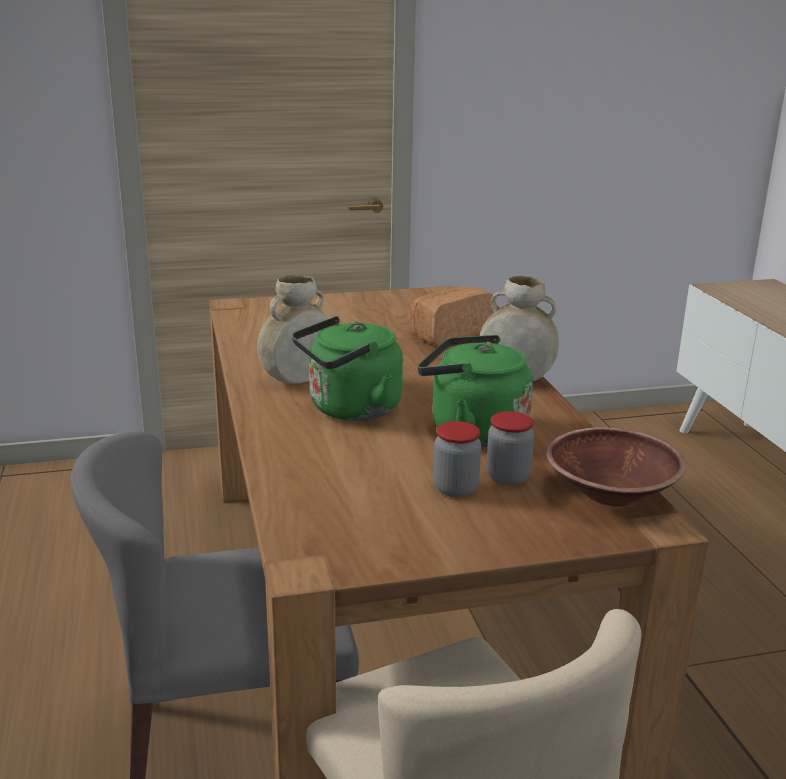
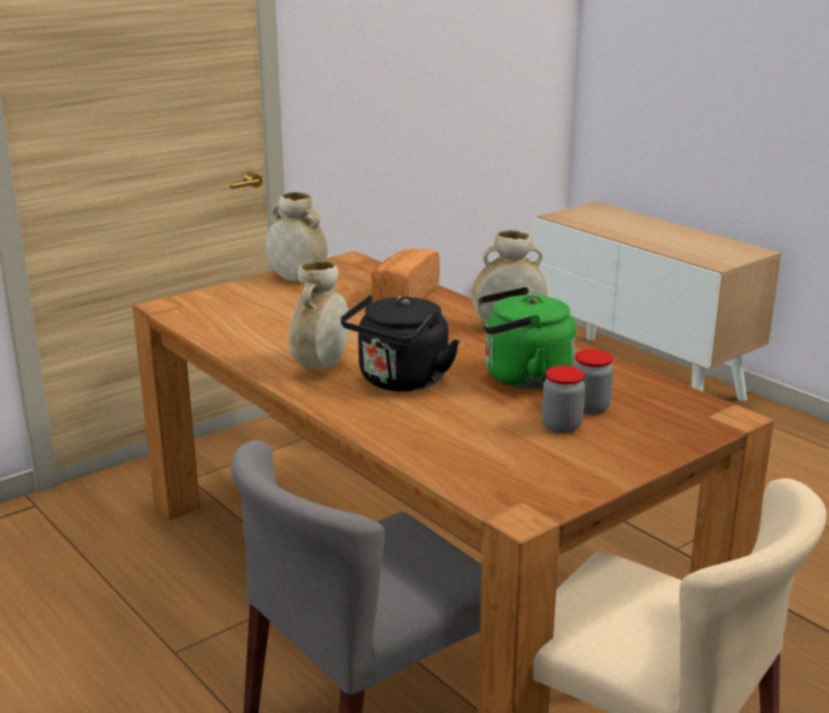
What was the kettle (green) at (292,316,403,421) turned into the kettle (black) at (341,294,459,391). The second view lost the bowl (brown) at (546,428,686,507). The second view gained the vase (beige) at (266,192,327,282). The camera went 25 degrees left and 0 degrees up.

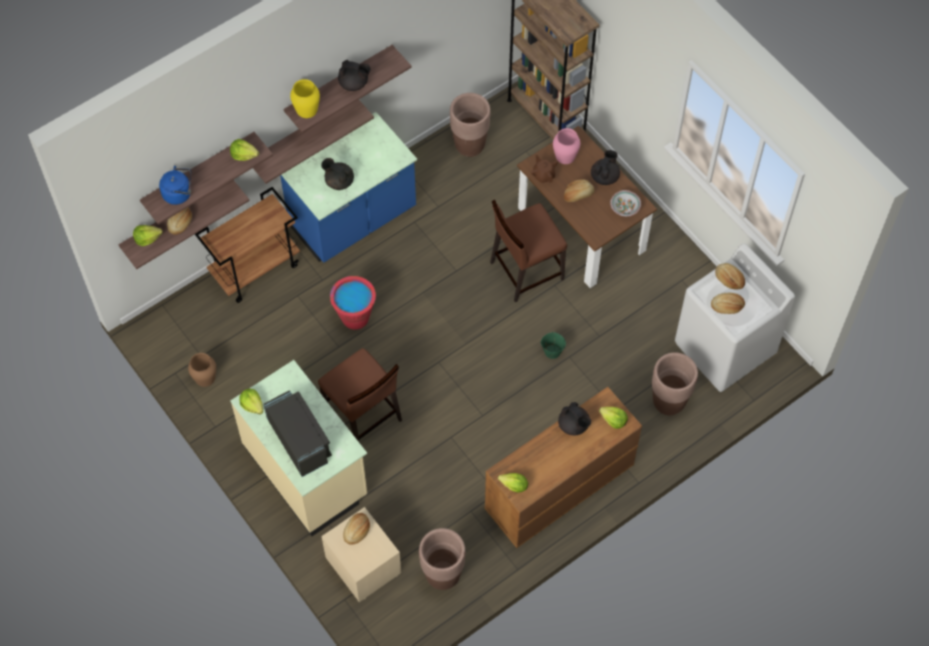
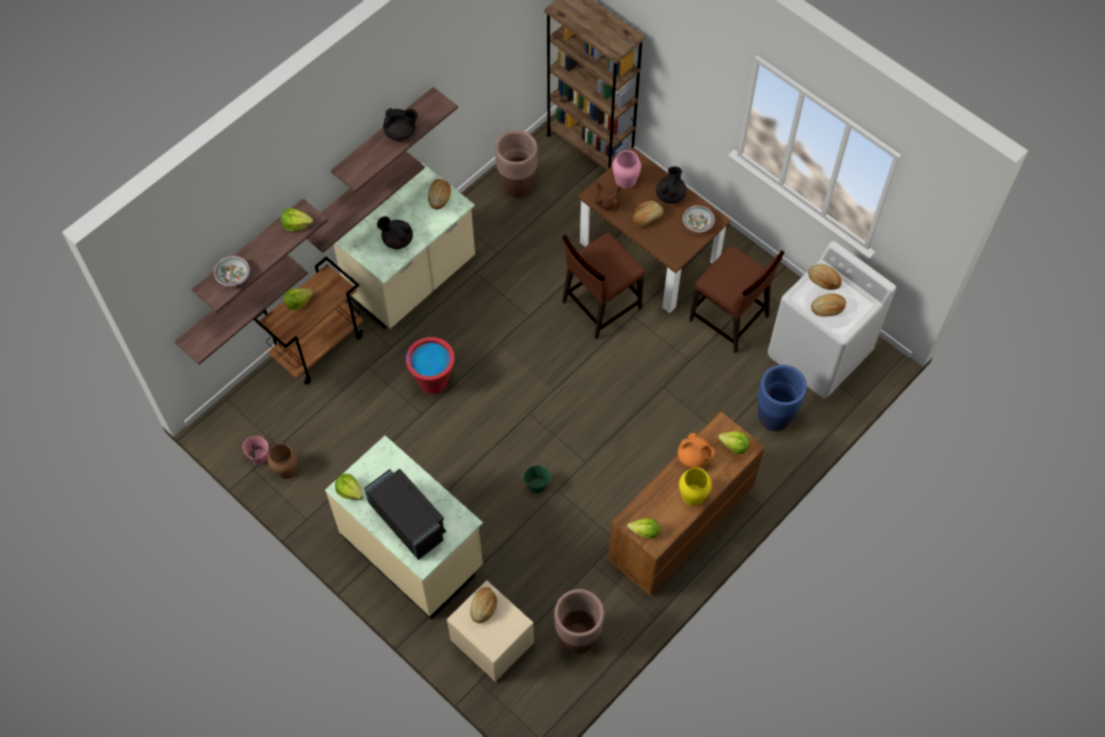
The vase (yellow) ended up elsewhere, having gone from (290,79,320,118) to (679,467,712,506). What was the counter (blue) at (280,112,417,263) turned into the counter (beige) at (333,163,475,329). Where the kettle (blue) stood at (159,166,191,205), the bowl came to stand at (214,256,250,286). The bread ended up elsewhere, having gone from (167,207,192,235) to (428,179,451,210). The lettuce ended up elsewhere, having gone from (133,225,163,246) to (284,288,313,310). The bucket (green) ended up elsewhere, having gone from (541,332,566,359) to (523,465,551,493). The chair (brown) ended up elsewhere, having gone from (318,348,402,443) to (689,246,785,353). What was the planter (brown) at (652,352,698,415) turned into the planter (blue) at (758,365,807,431). What was the teapot (black) at (558,402,591,435) turned into the teapot (orange) at (678,433,715,468). The second view gained the bucket (pink) at (243,436,269,464). The camera went 10 degrees left and 0 degrees up.

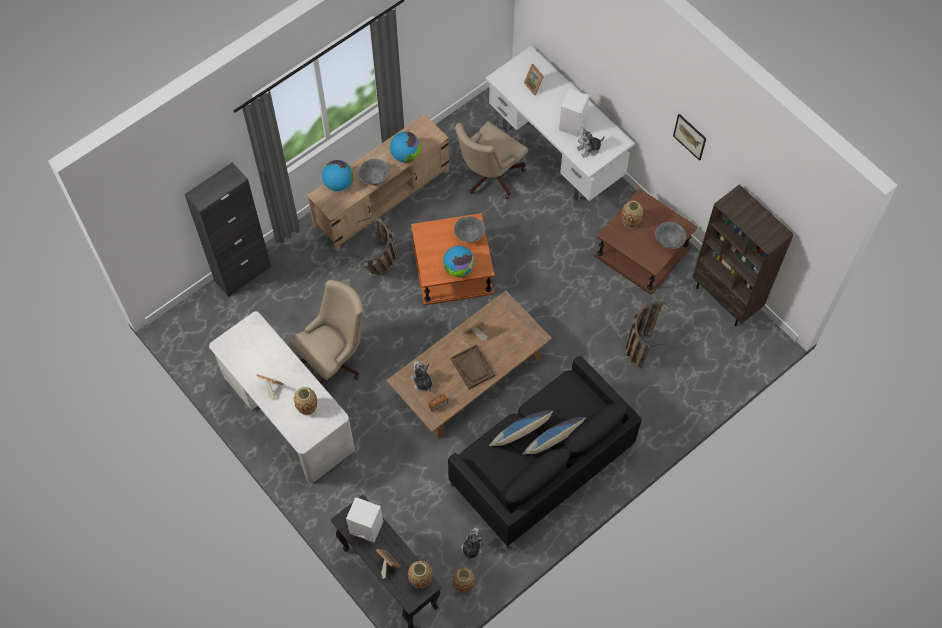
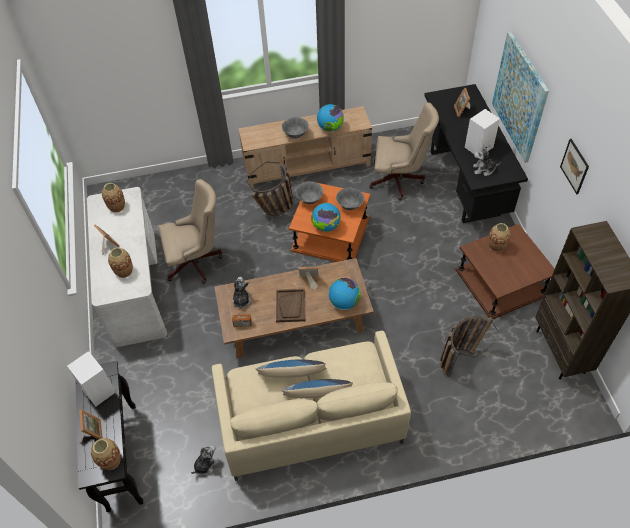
What was the desk (white) at (486,46,635,201) turned into the desk (black) at (424,84,528,223). The office chair (beige) at (455,121,528,199) ended up facing another way, 150 degrees counterclockwise from before. The globe ended up elsewhere, having gone from (322,160,353,192) to (329,278,361,310). The second view lost the cabinet (black) at (184,162,271,297). The bowl (grey) ended up elsewhere, having gone from (655,222,686,249) to (296,181,323,204). What was the sofa (black) at (448,356,642,549) turned into the sofa (beige) at (212,331,411,481). The vase ended up elsewhere, having gone from (452,567,475,593) to (102,183,125,213). The second view gained the picture at (492,31,549,163). The camera went 30 degrees right and 10 degrees down.

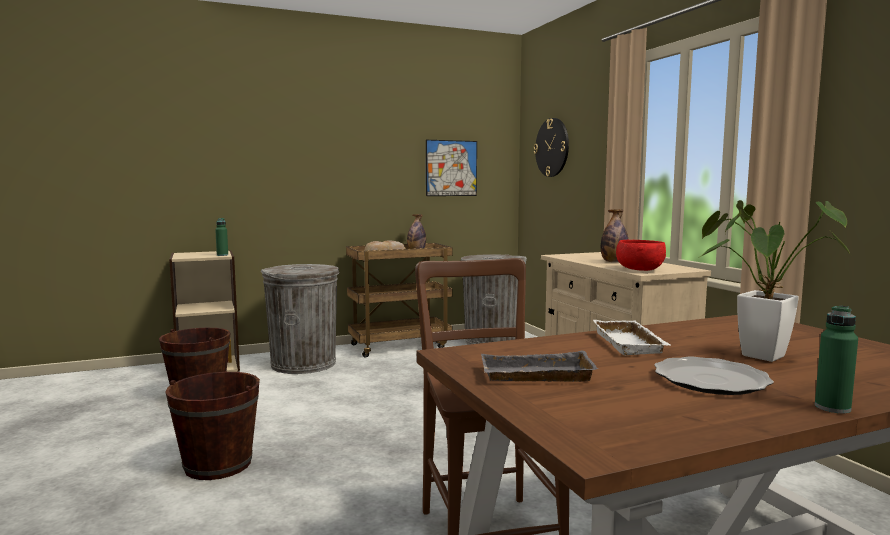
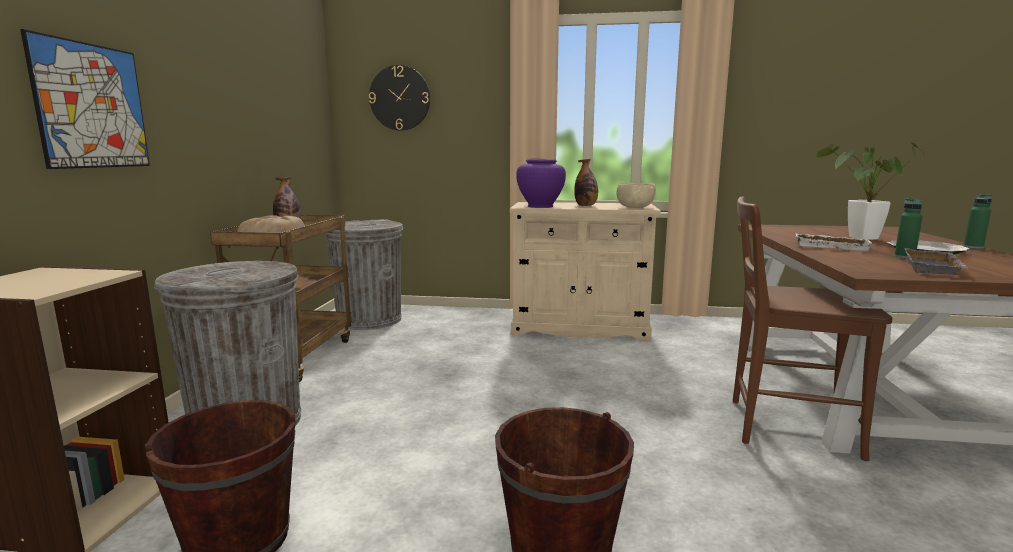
The picture ended up elsewhere, having gone from (426,140,477,196) to (20,29,150,169). The bottle (green) ended up elsewhere, having gone from (215,218,228,256) to (894,198,923,259). What was the bowl (red) at (616,240,666,271) turned into the bowl (beige) at (617,183,656,208). The second view gained the vase (purple) at (516,159,566,208). The camera went 60 degrees left and 5 degrees up.

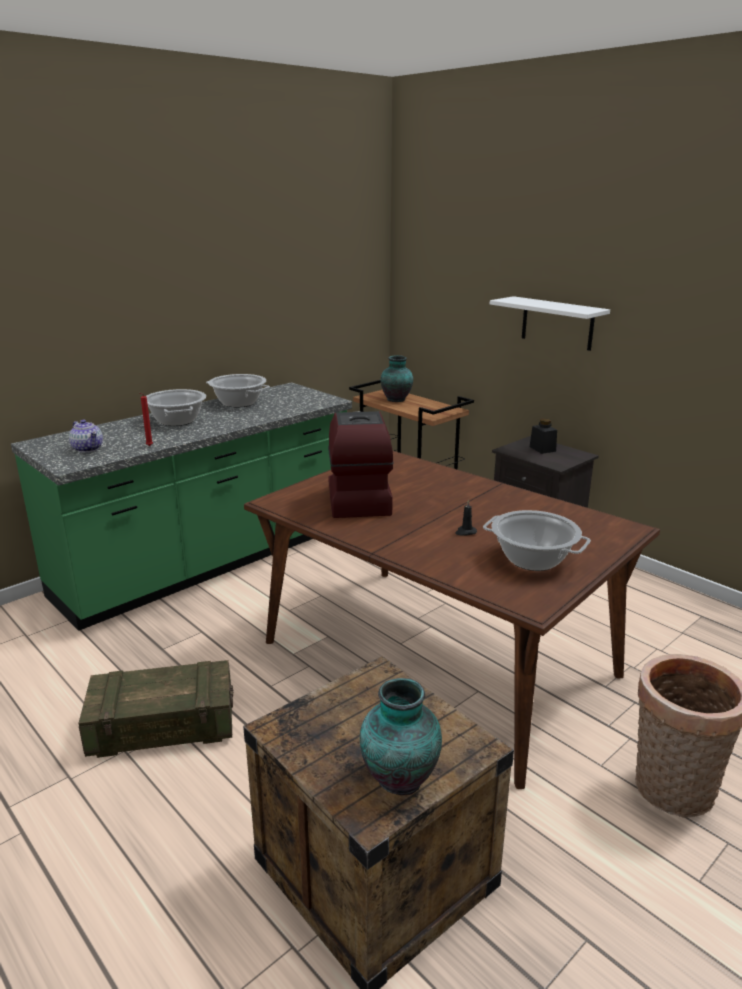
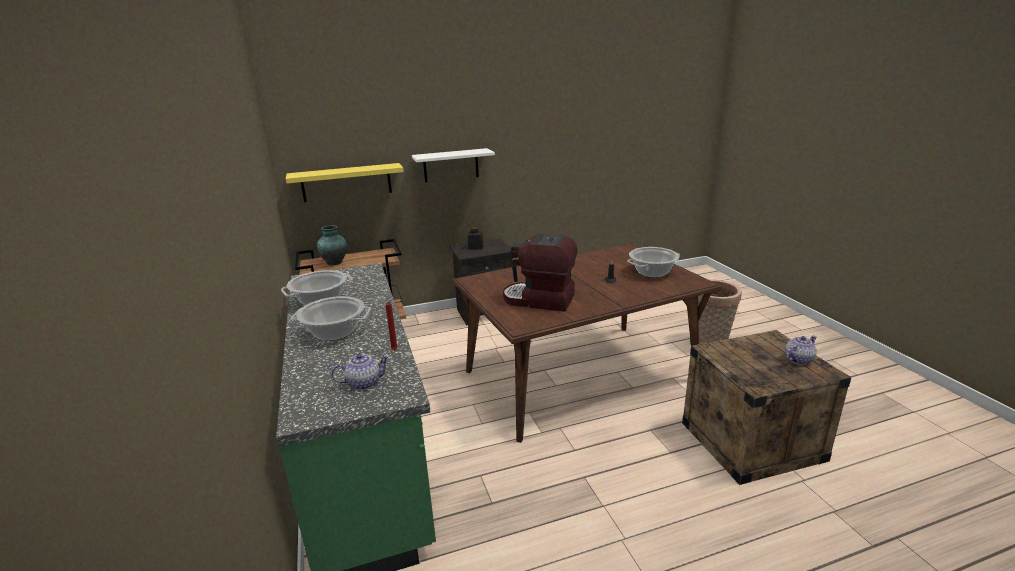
The second view lost the crate at (78,660,233,758). Where the vase stood at (360,678,442,795), the teapot came to stand at (785,336,817,365). The second view gained the shelf (yellow) at (286,163,403,202). The camera went 65 degrees left and 0 degrees up.

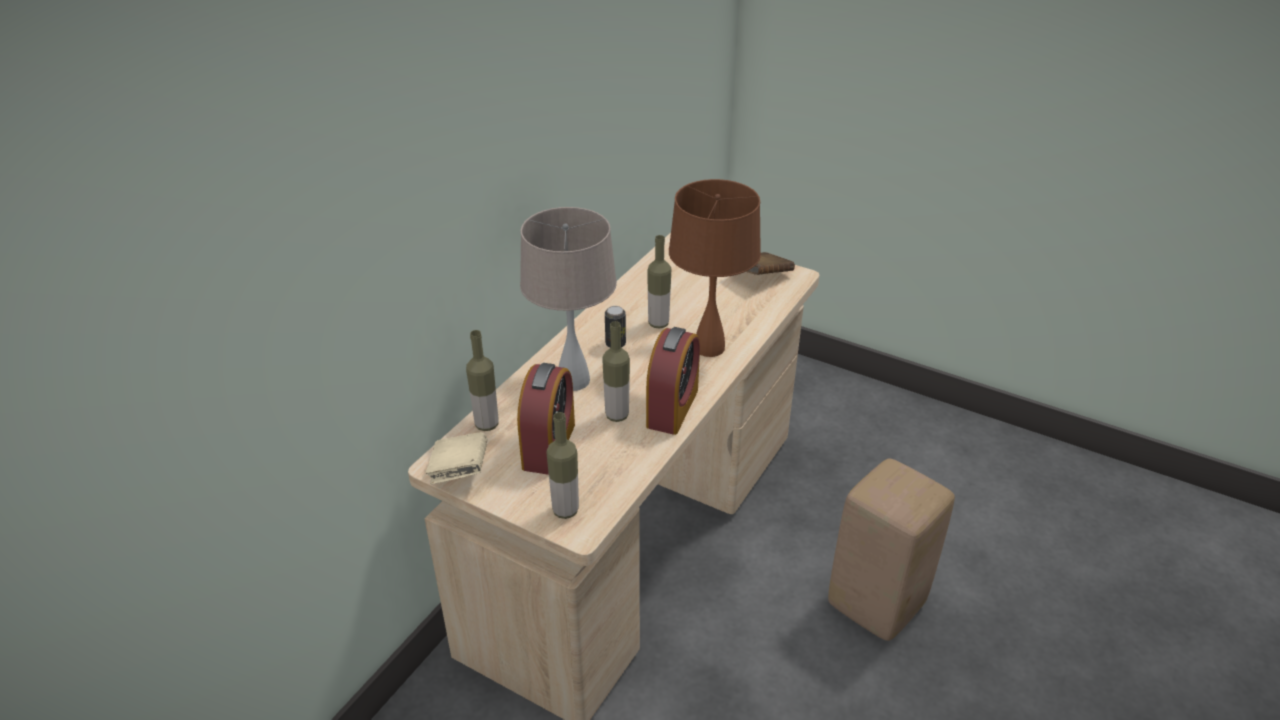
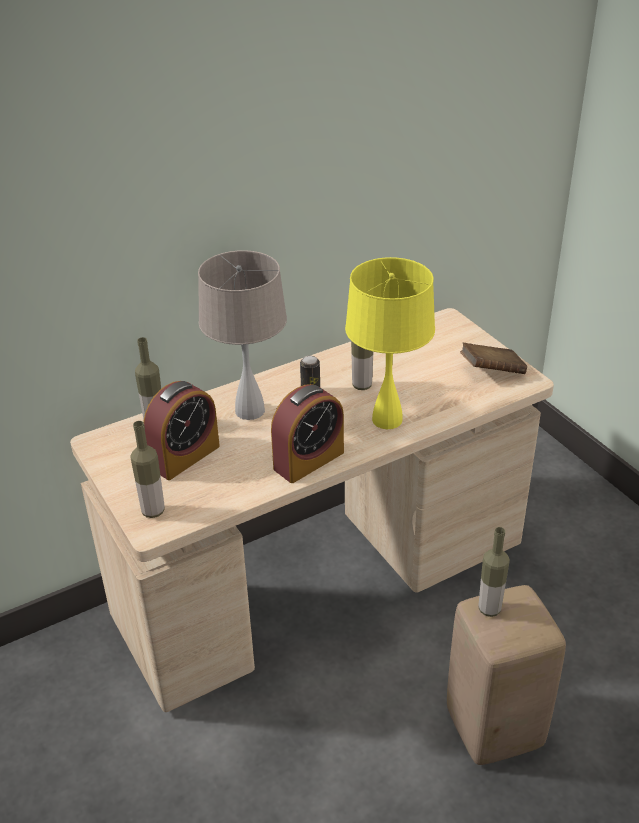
What was the table lamp (brown) at (669,179,761,357) turned into the table lamp (yellow) at (345,257,435,429). The bottle ended up elsewhere, having gone from (602,321,630,422) to (478,527,510,617). The second view lost the book (beige) at (426,432,488,484). The camera went 30 degrees right and 0 degrees up.

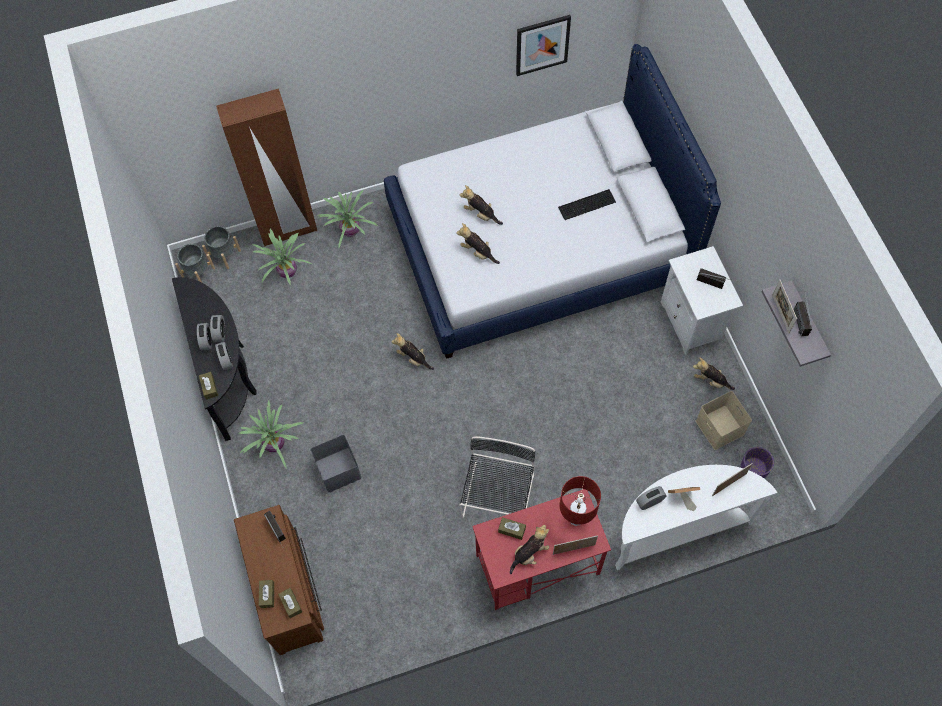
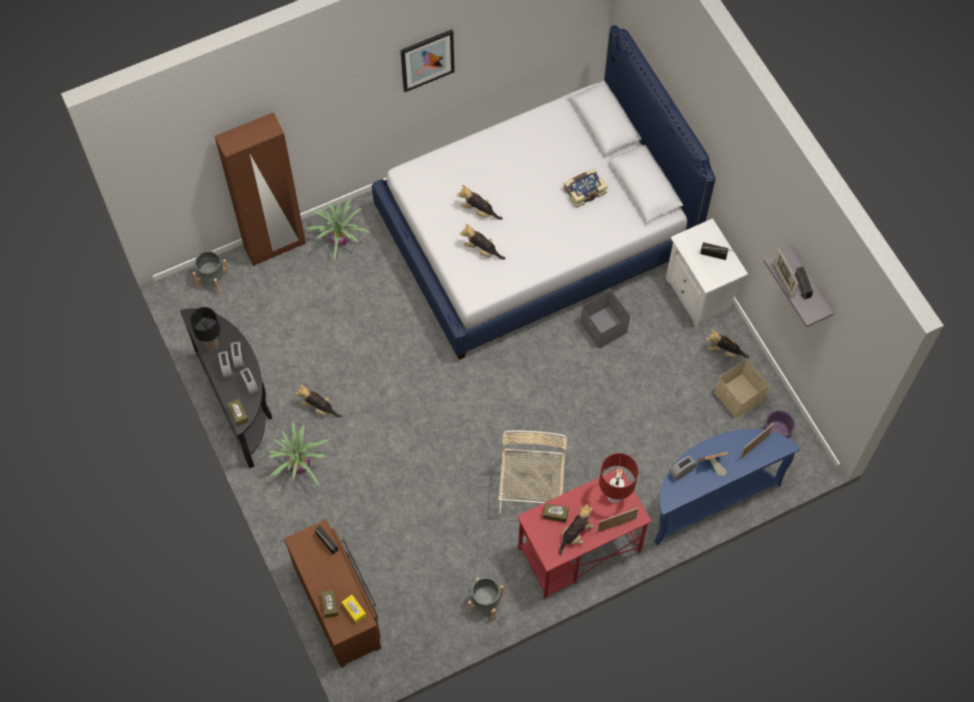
The picture ended up elsewhere, having gone from (516,15,571,76) to (400,29,455,92). Where the keyboard stood at (558,189,616,220), the book came to stand at (563,169,608,208). The second view lost the potted plant at (252,229,312,286). The planter (grey) ended up elsewhere, having gone from (175,244,215,282) to (468,578,503,620). The plush toy ended up elsewhere, having gone from (392,333,434,370) to (295,385,342,417). The storage box (grey) ended up elsewhere, having gone from (310,435,362,493) to (580,290,630,349). What was the chair (black) at (459,436,535,519) turned into the chair (beige) at (498,430,567,515). What was the console table (white) at (615,465,777,570) turned into the console table (blue) at (654,429,800,546). What was the tissue box (brown) at (278,588,302,618) turned into the tissue box (yellow) at (342,595,366,623). The second view gained the table lamp (black) at (190,307,220,350). The camera went 10 degrees left and 0 degrees up.

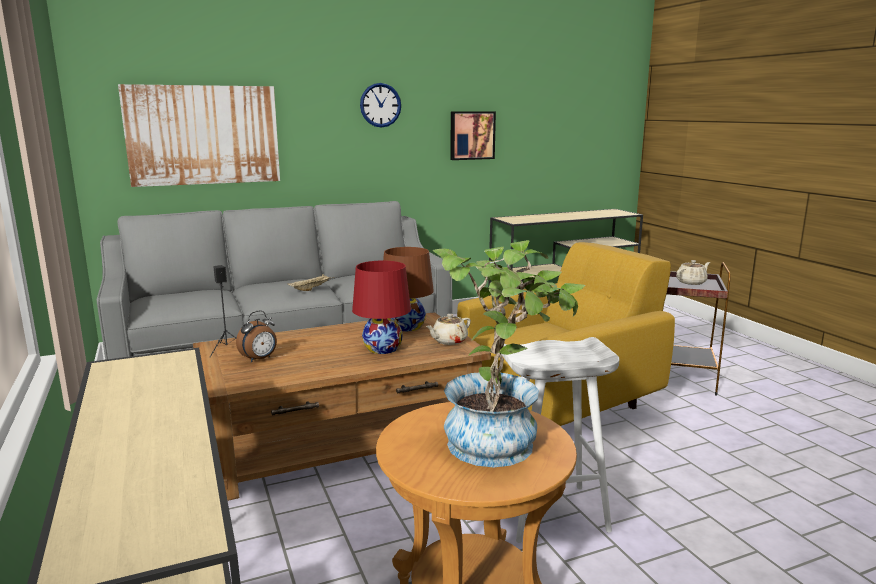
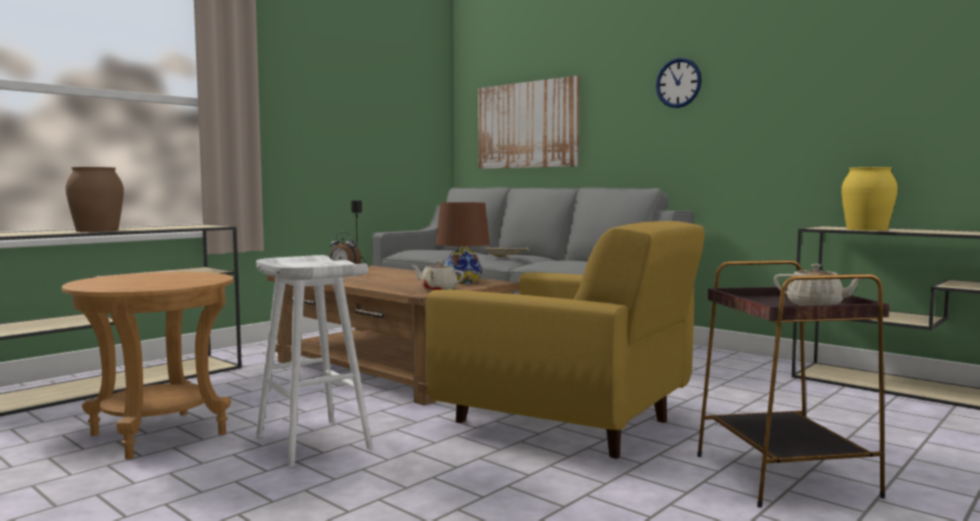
The second view lost the picture at (450,111,496,160). The second view lost the potted plant at (432,240,585,468). The second view lost the table lamp (red) at (352,261,411,354). The second view gained the vase (brown) at (65,167,124,232). The second view gained the vase (yellow) at (841,167,898,231). The camera went 65 degrees right and 10 degrees down.

